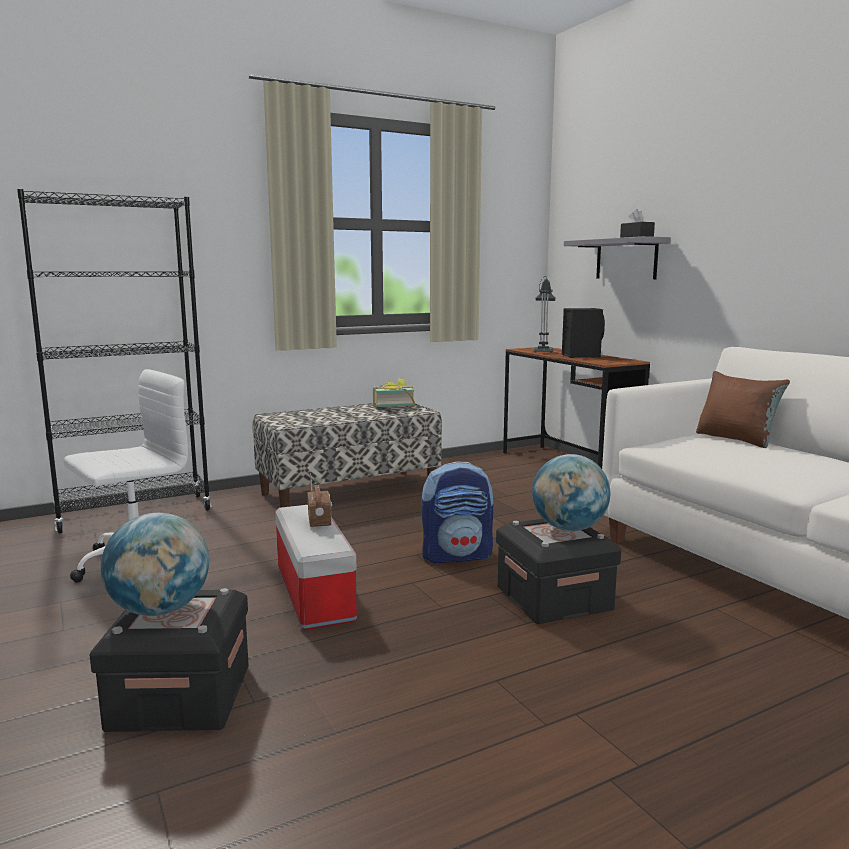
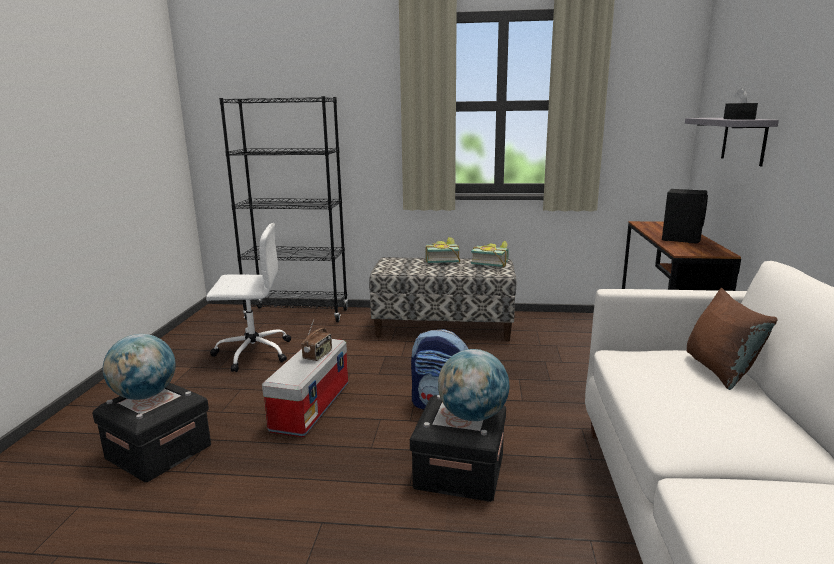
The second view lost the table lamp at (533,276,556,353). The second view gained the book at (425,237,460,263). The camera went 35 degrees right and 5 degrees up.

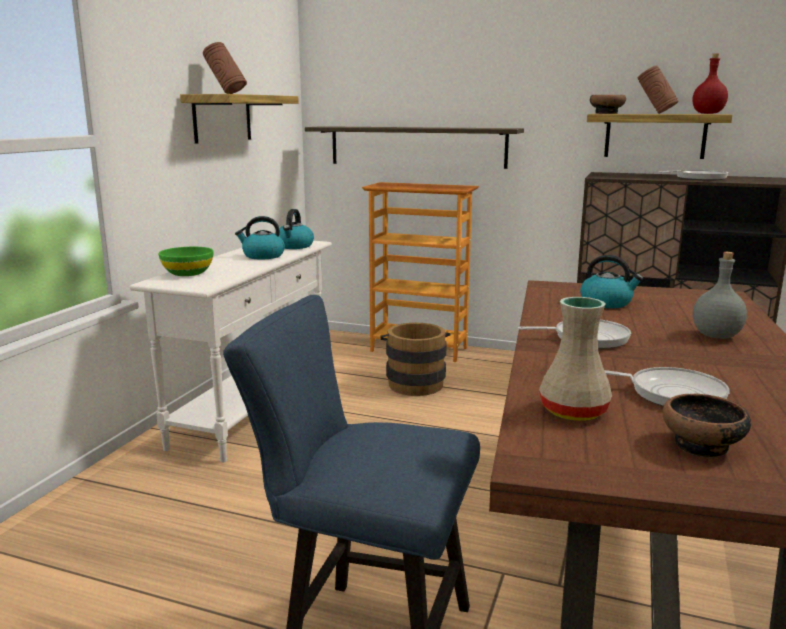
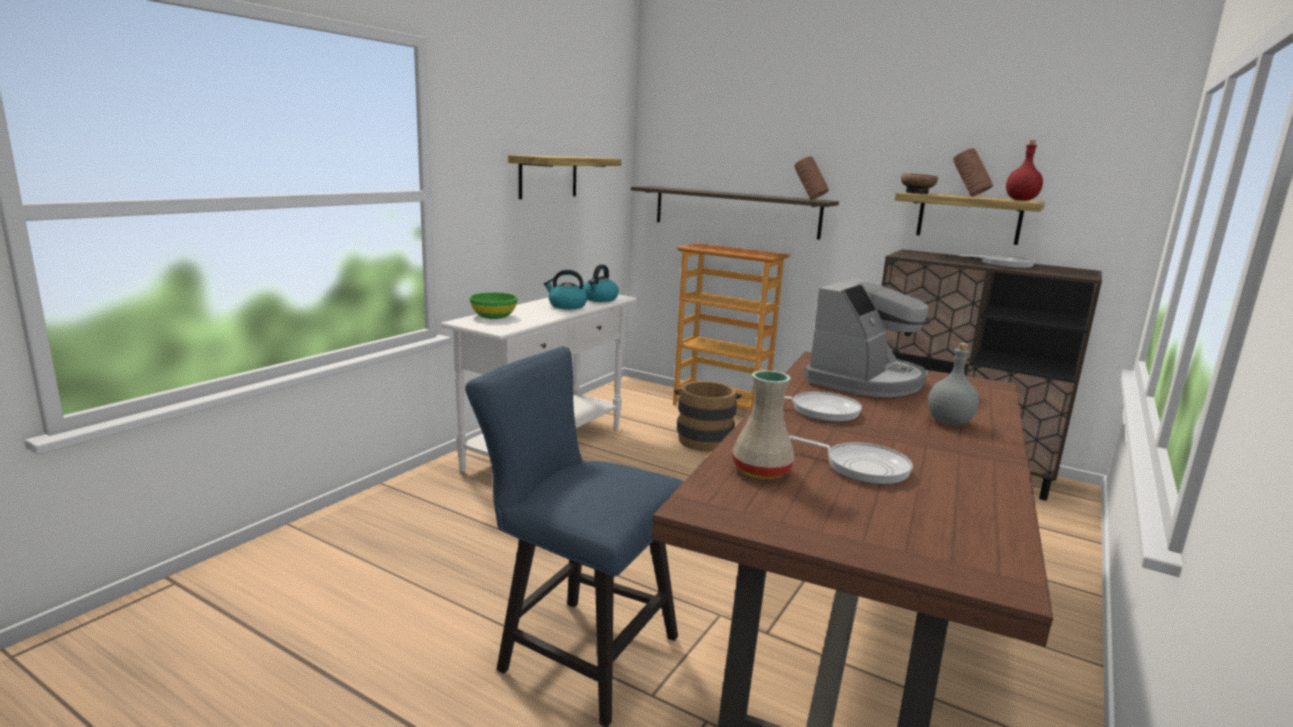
The vase (brown) ended up elsewhere, having gone from (203,42,247,94) to (794,156,829,199). Where the kettle stood at (580,255,643,308), the coffee machine came to stand at (804,278,931,397). The second view lost the bowl at (662,394,751,458). The camera went 10 degrees right and 0 degrees up.

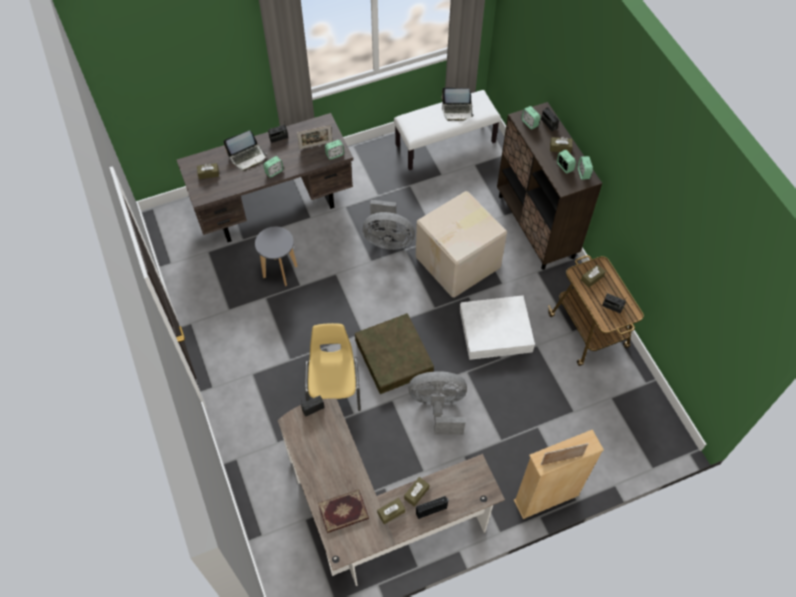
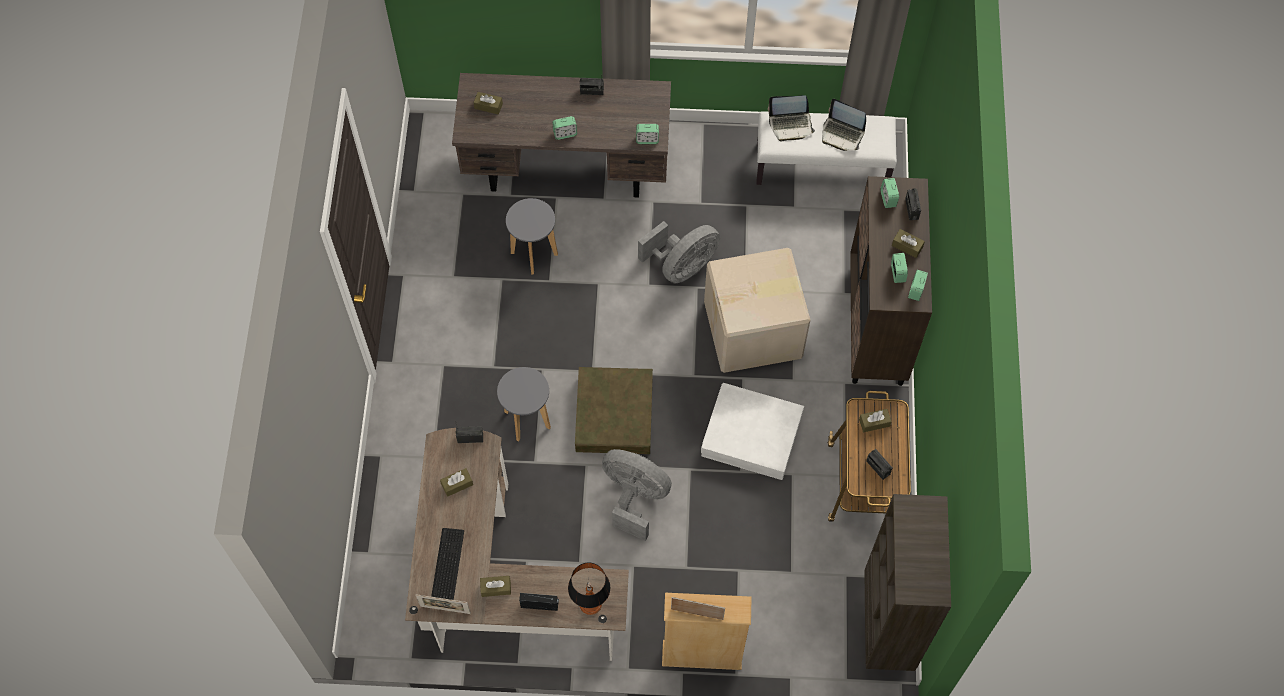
The picture frame ended up elsewhere, having gone from (297,125,333,150) to (416,594,471,614). The laptop ended up elsewhere, having gone from (223,131,267,171) to (768,95,815,141). The fan (grey) at (363,200,415,250) ended up facing another way, 75 degrees counterclockwise from before. Where the chair (yellow) stood at (305,323,361,411), the stool (grey) came to stand at (497,367,551,442). The tissue box (brown) ended up elsewhere, having gone from (404,477,429,507) to (440,468,473,497). Where the book stood at (318,489,369,533), the keyboard came to stand at (431,528,464,600). The second view gained the bookcase (brown) at (864,494,951,671). The second view gained the table lamp at (568,562,610,615). The camera went 25 degrees right and 5 degrees up.

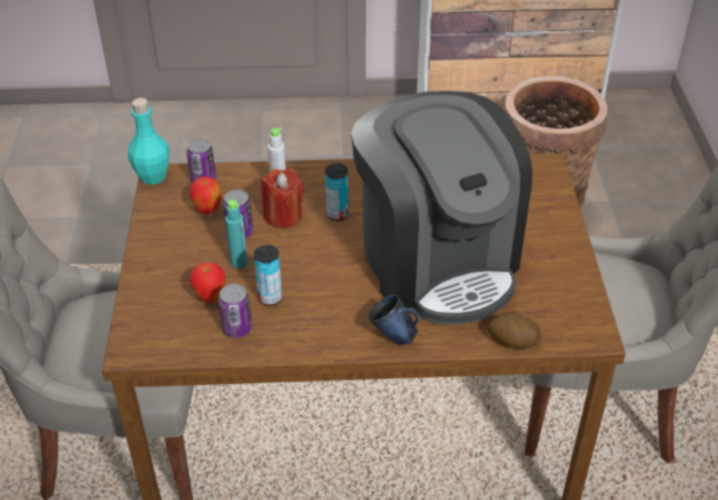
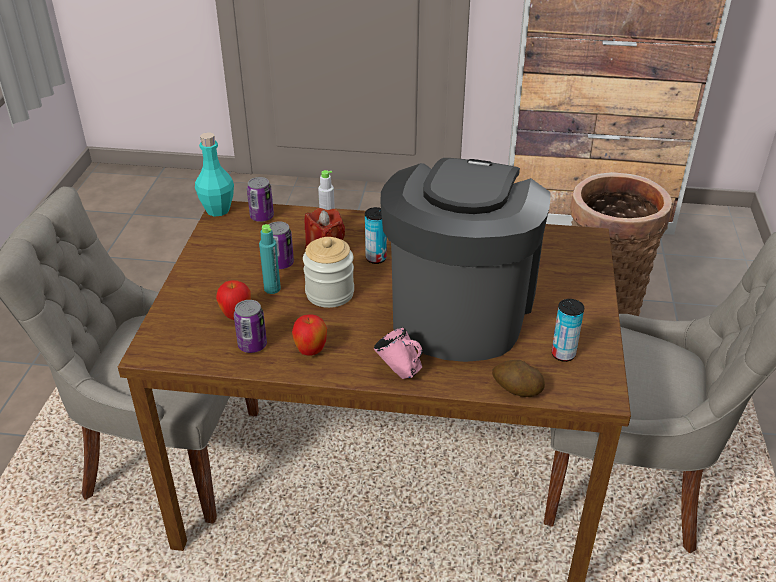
The coffee machine at (351,91,533,325) ended up facing another way, 150 degrees counterclockwise from before. The apple ended up elsewhere, having gone from (190,177,221,214) to (292,314,327,356). The can ended up elsewhere, having gone from (254,245,282,306) to (552,299,584,362). What was the mug (blue) at (368,295,420,345) turned into the mug (pink) at (374,328,422,379). The second view gained the jar at (303,237,354,308). The camera went 10 degrees right and 5 degrees down.

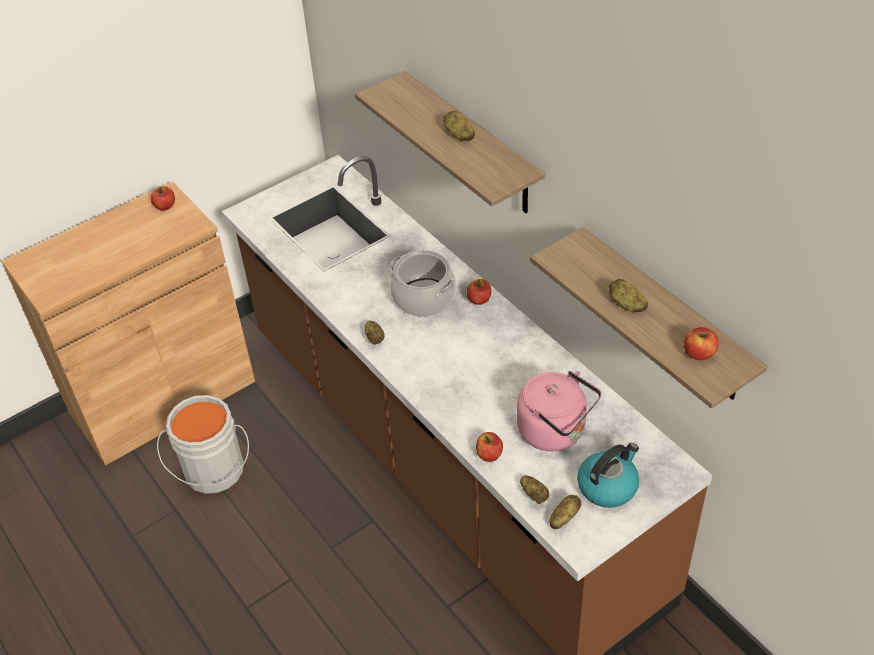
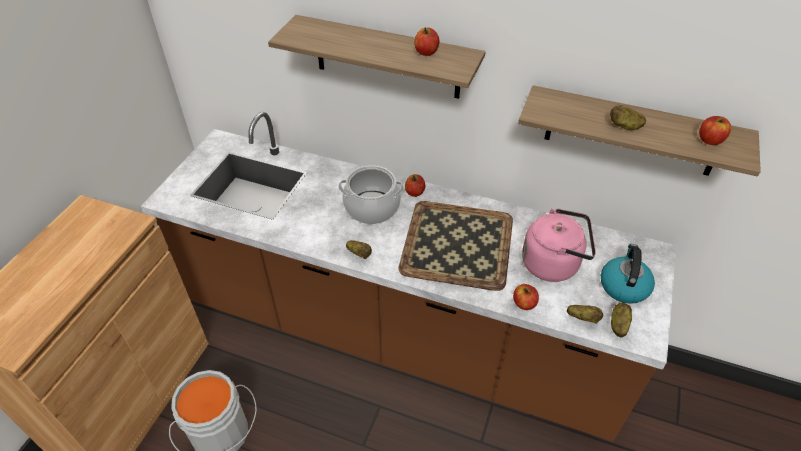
The second view lost the potato at (444,111,475,141). The apple ended up elsewhere, having gone from (151,186,175,210) to (414,27,439,56). The second view gained the tray at (398,201,513,291). The camera went 35 degrees left and 0 degrees up.

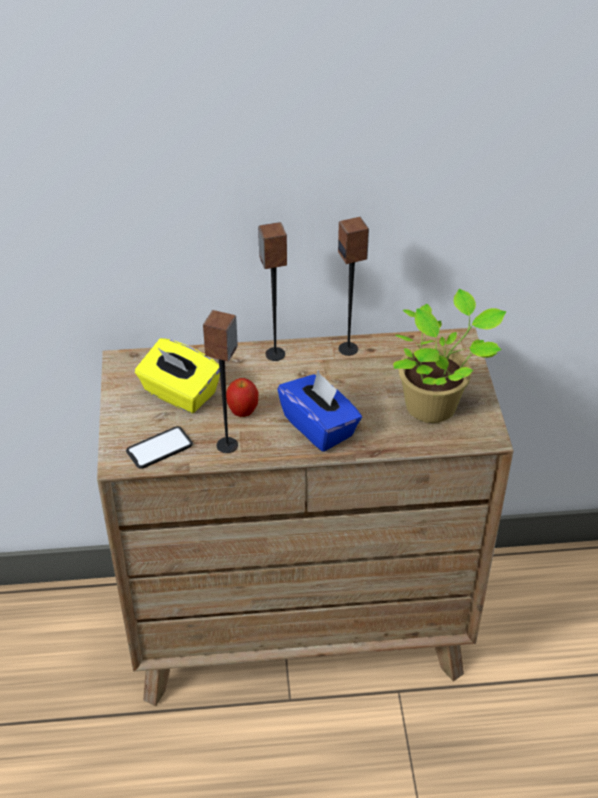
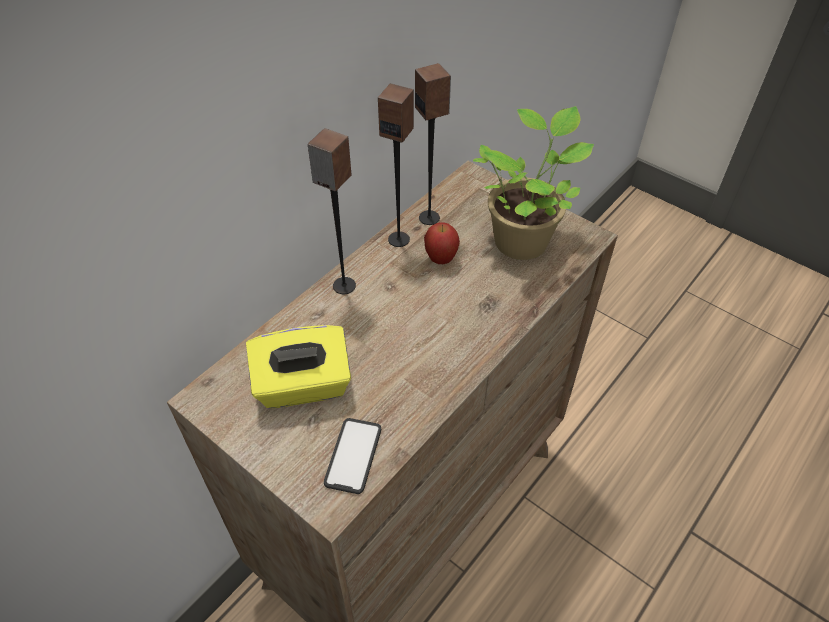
The speaker ended up elsewhere, having gone from (203,310,238,453) to (415,63,451,225). The second view lost the tissue box (blue) at (277,371,362,452). The apple ended up elsewhere, having gone from (226,378,259,417) to (424,222,460,264). The camera went 45 degrees left and 5 degrees up.

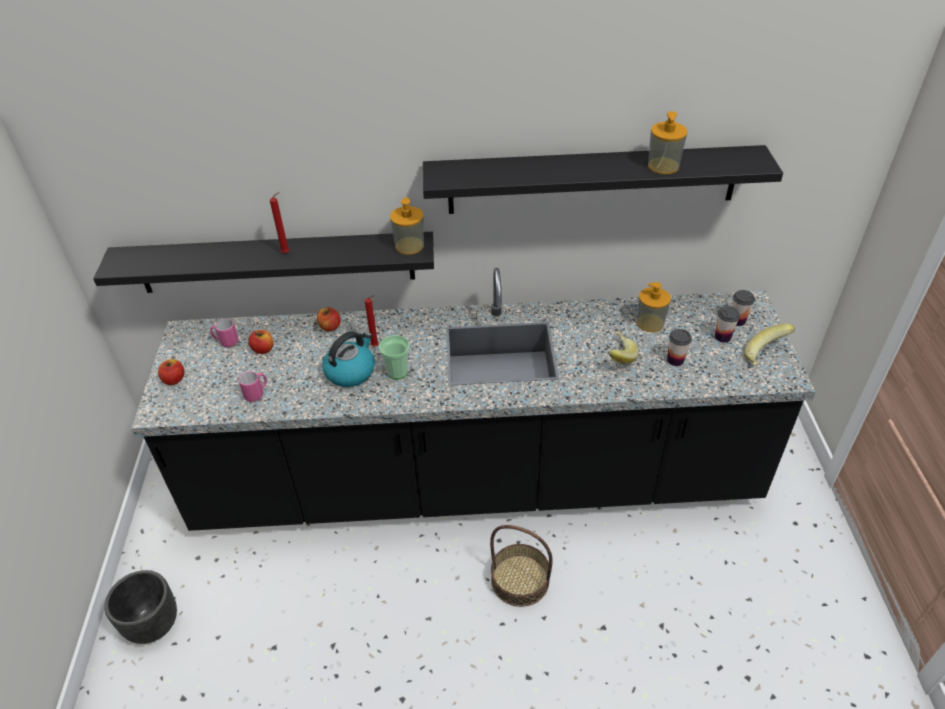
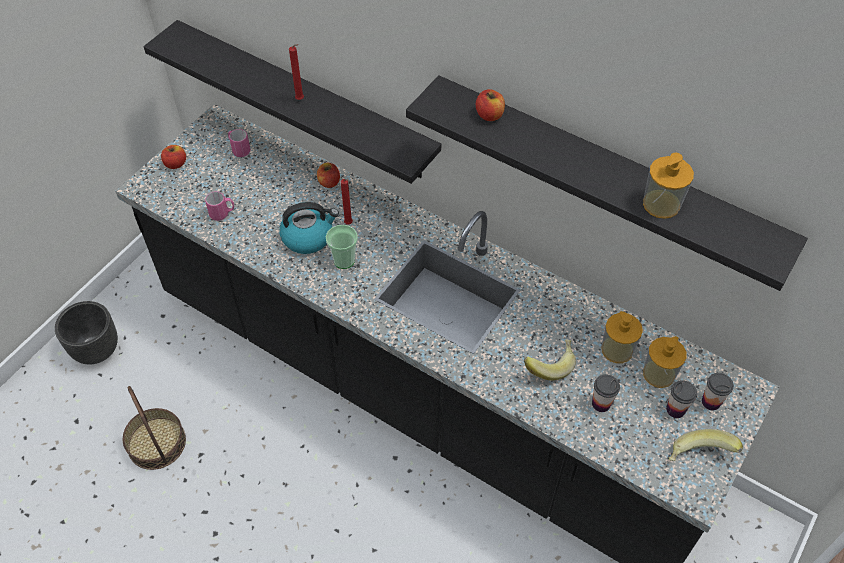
The soap dispenser ended up elsewhere, having gone from (390,197,424,255) to (643,336,687,388). The apple ended up elsewhere, having gone from (249,330,274,354) to (476,89,505,121). The basket ended up elsewhere, having gone from (490,525,553,607) to (123,386,186,470). The camera went 35 degrees right and 10 degrees up.

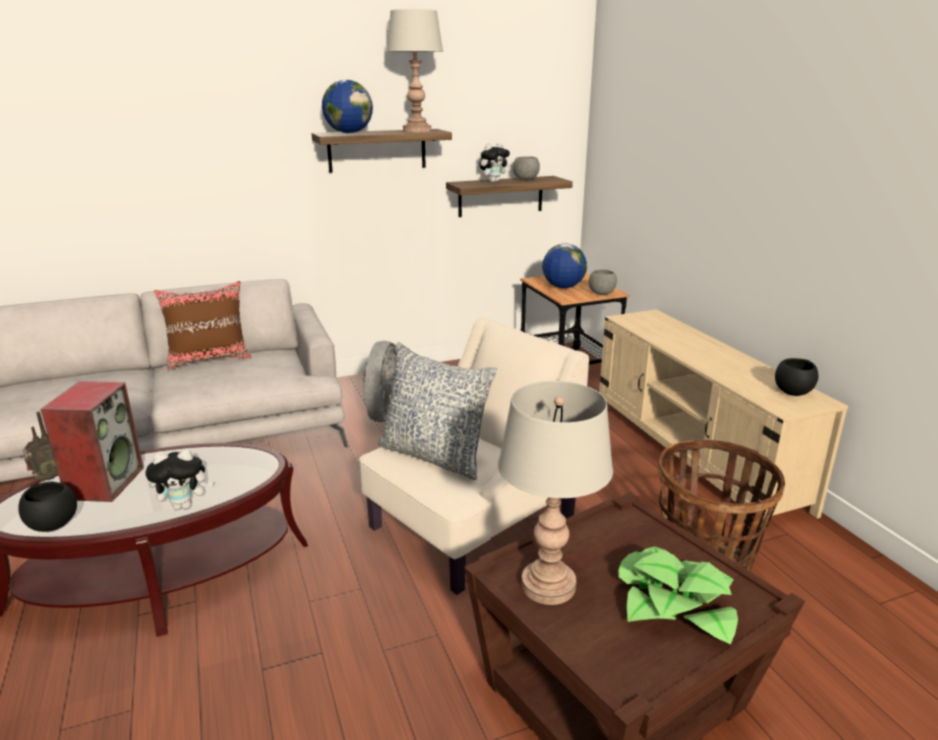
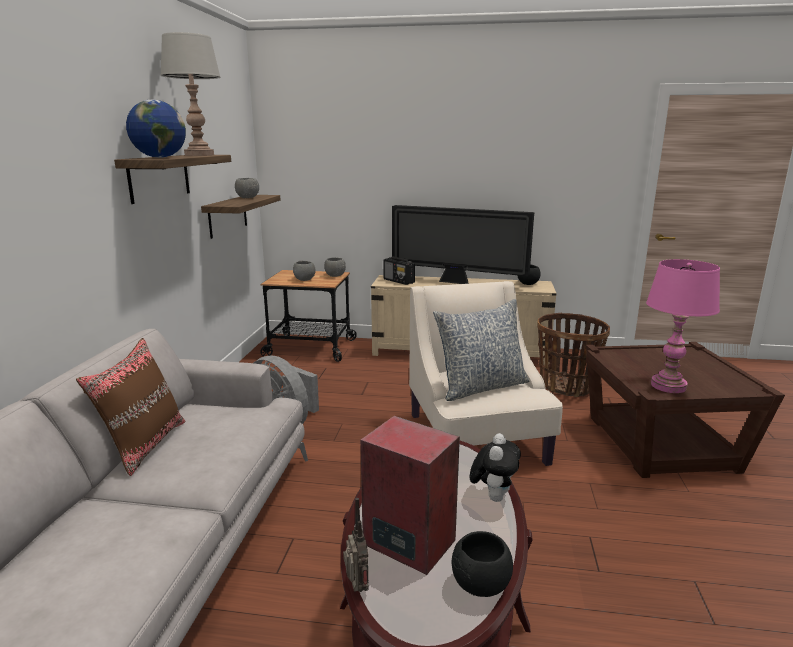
The second view lost the plush toy at (479,143,510,182). Where the globe stood at (542,243,587,288), the bowl (grey) came to stand at (293,261,316,281). What was the table lamp (grey) at (498,381,613,605) turned into the table lamp (pink) at (646,259,720,393). The second view lost the potted plant at (618,546,738,644). The second view gained the television at (392,205,534,284). The second view gained the radio at (383,257,415,285). The camera went 60 degrees left and 5 degrees down.

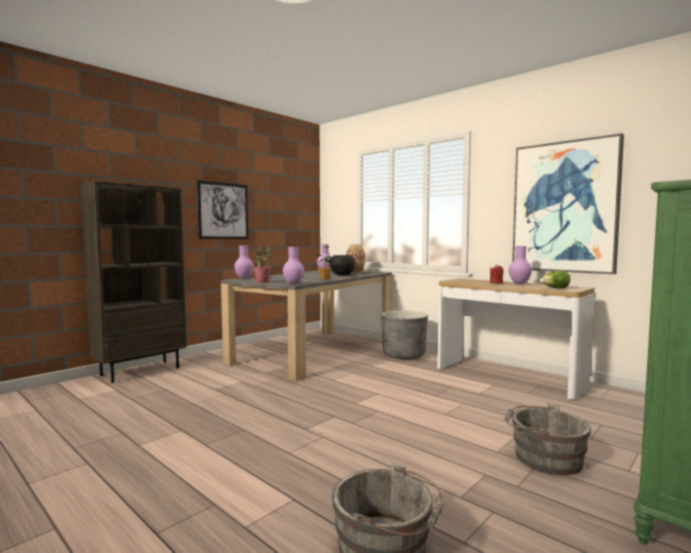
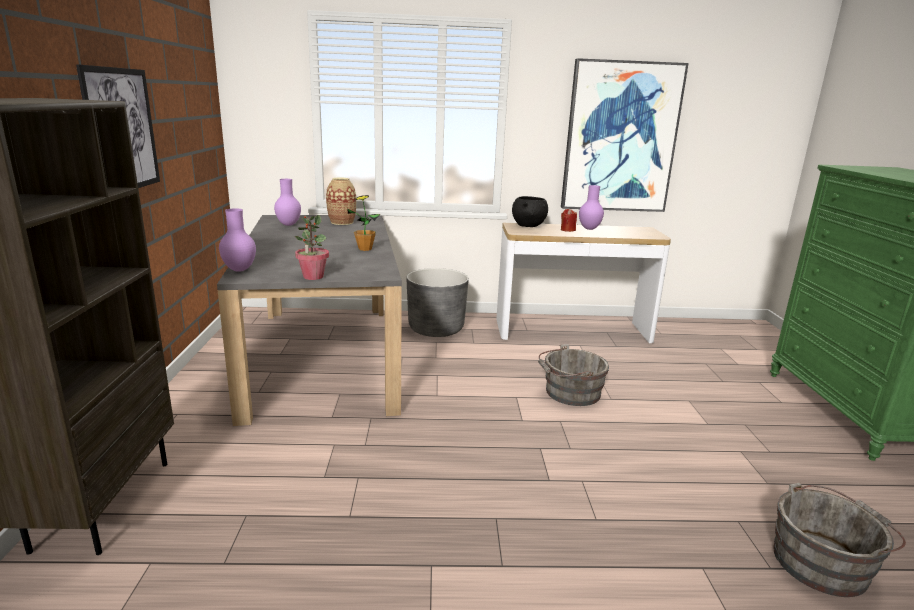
The second view lost the vase (purple) at (283,247,304,285). The bowl (black) ended up elsewhere, having gone from (329,255,355,275) to (512,196,548,227). The second view lost the lettuce at (540,270,571,288). The bucket (grey) ended up elsewhere, having gone from (504,403,591,475) to (538,344,609,406). The camera went 45 degrees left and 15 degrees up.

